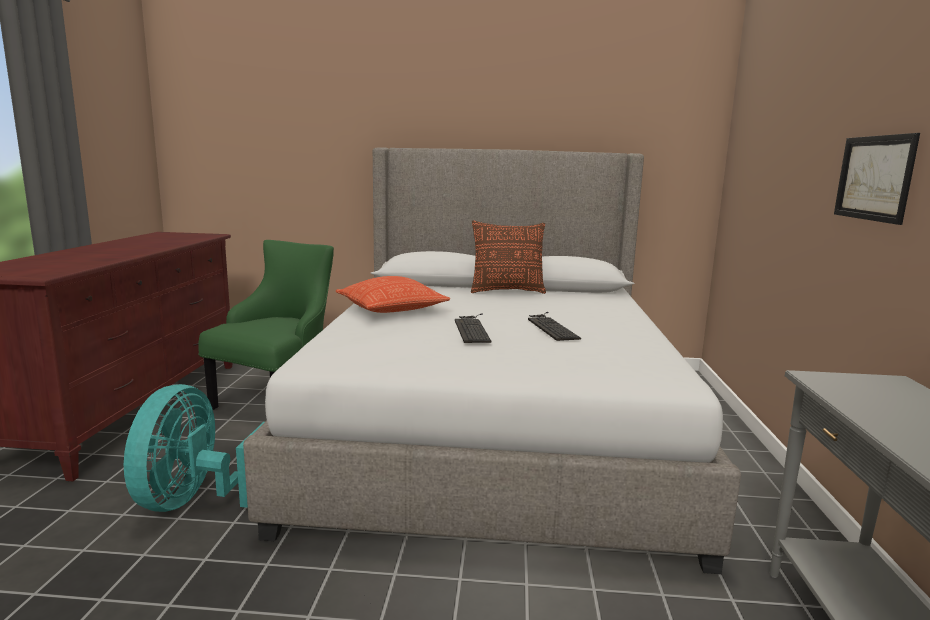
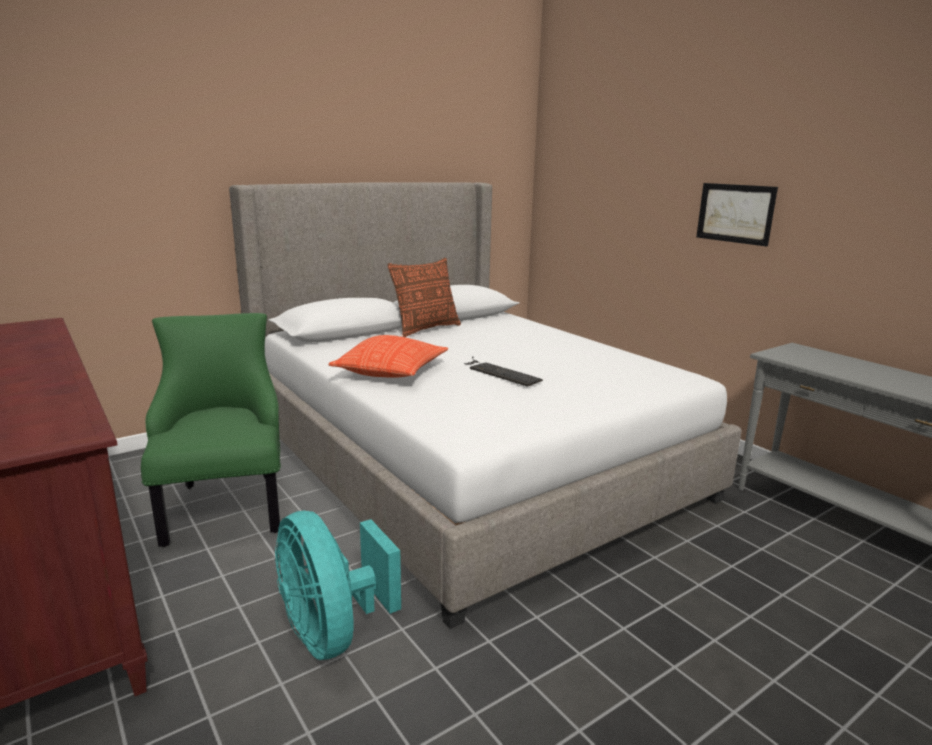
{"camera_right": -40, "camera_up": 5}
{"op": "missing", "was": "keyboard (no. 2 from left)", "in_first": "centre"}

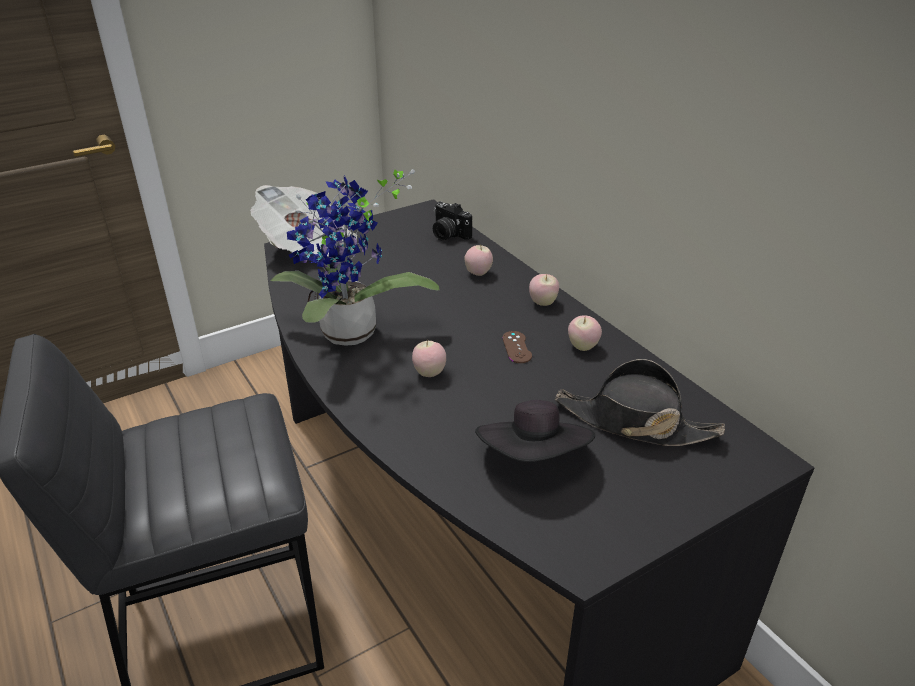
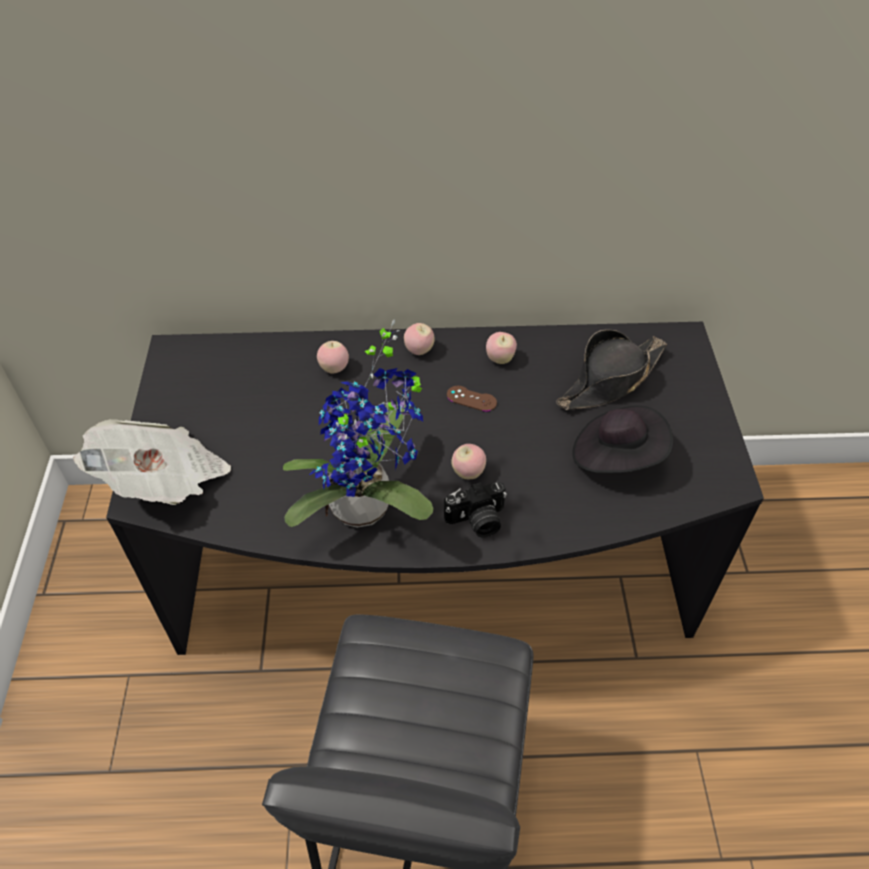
{"camera_right": -60, "camera_up": 15}
{"op": "relocated", "was": "photo camera", "in_first": "top centre", "in_second": "centre"}

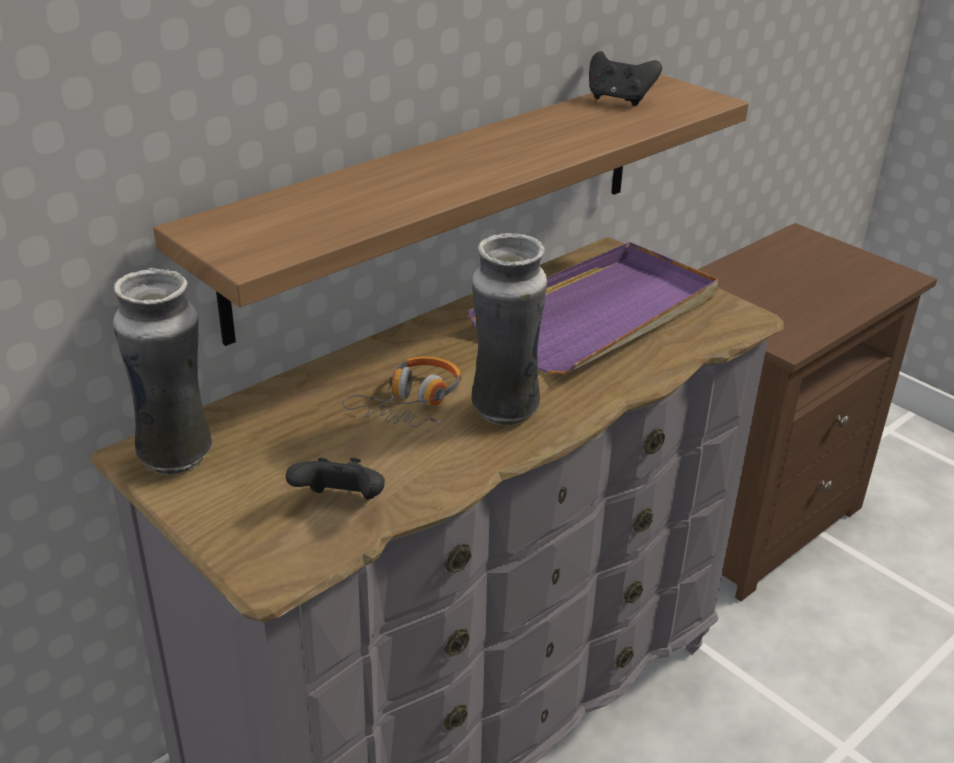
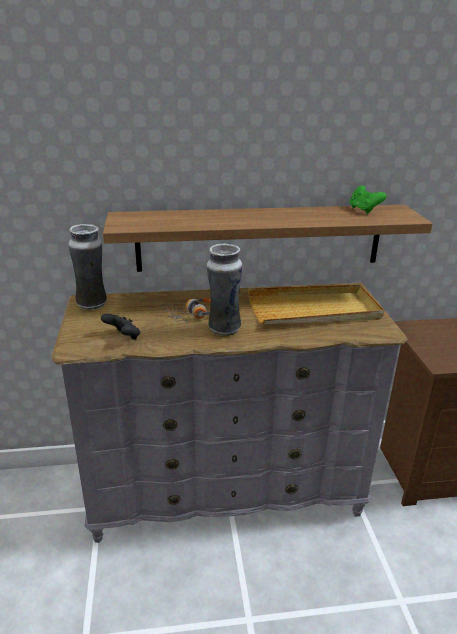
{"camera_right": 35, "camera_up": -5}
{"op": "colour", "was": "purple tray", "now": "beige tray", "in_first": "centre", "in_second": "middle right"}
{"op": "colour", "was": "black game controller (no. 2 from left)", "now": "green game controller", "in_first": "top centre", "in_second": "top right"}

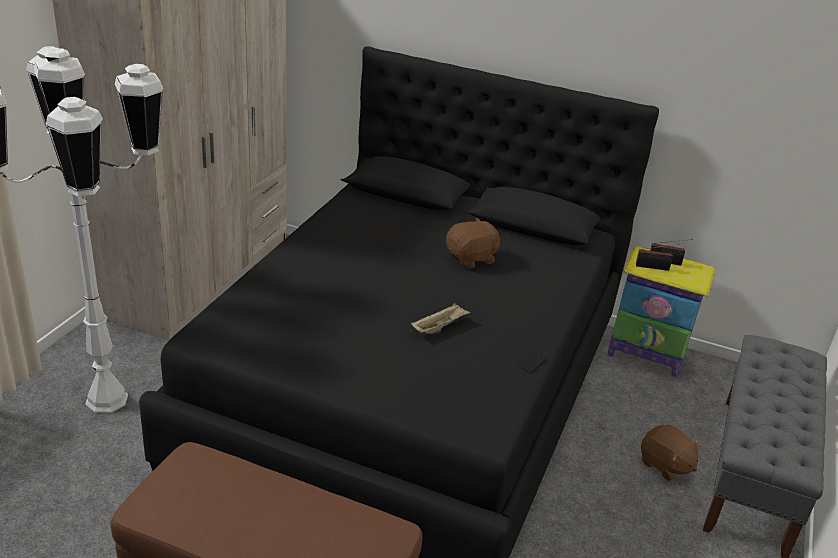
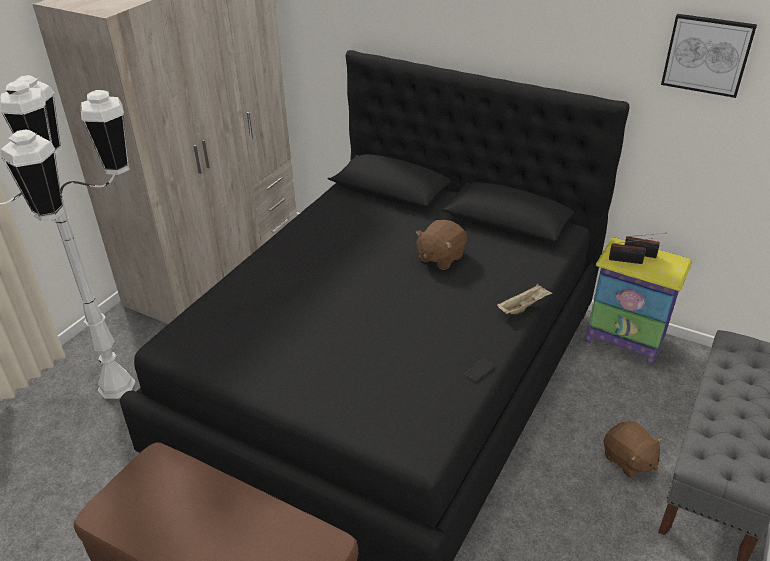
{"camera_right": 10, "camera_up": 5}
{"op": "spun", "was": "brown plush toy (no. 1 from left)", "in_first": "centre", "in_second": "centre", "clockwise": 150}
{"op": "relocated", "was": "beige tray", "in_first": "centre", "in_second": "middle right"}
{"op": "appeared", "now": "picture", "in_second": "top right"}

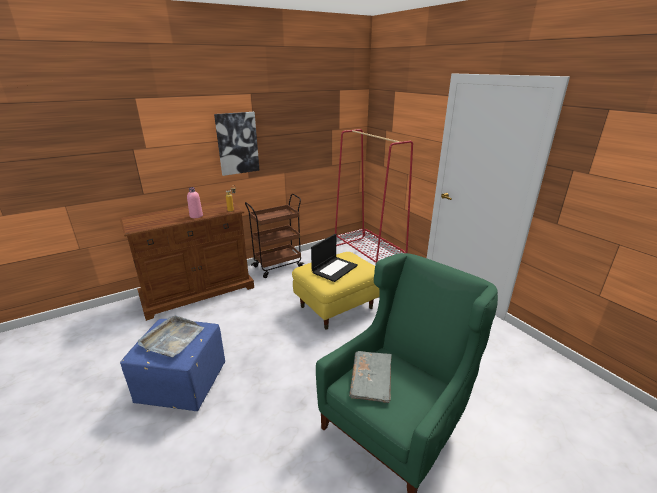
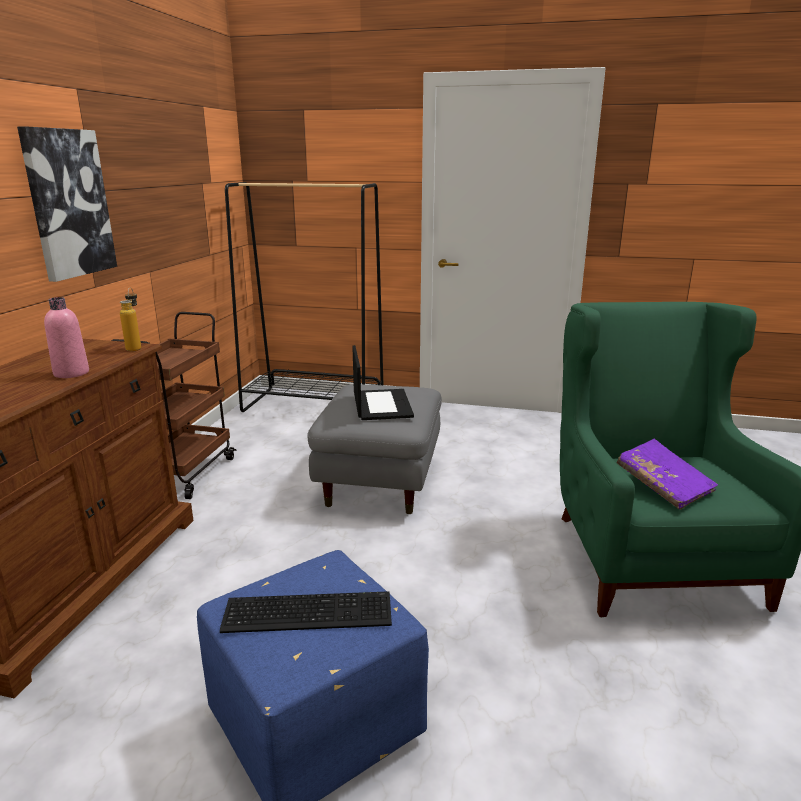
{"camera_right": -45, "camera_up": -5}
{"op": "exchanged", "was": "grey tray", "now": "keyboard", "in_first": "bottom left", "in_second": "bottom centre"}
{"op": "colour", "was": "red clothes rack", "now": "black clothes rack", "in_first": "centre", "in_second": "centre"}
{"op": "colour", "was": "yellow ottoman", "now": "grey ottoman", "in_first": "centre", "in_second": "centre"}
{"op": "colour", "was": "grey book", "now": "purple book", "in_first": "bottom centre", "in_second": "middle right"}

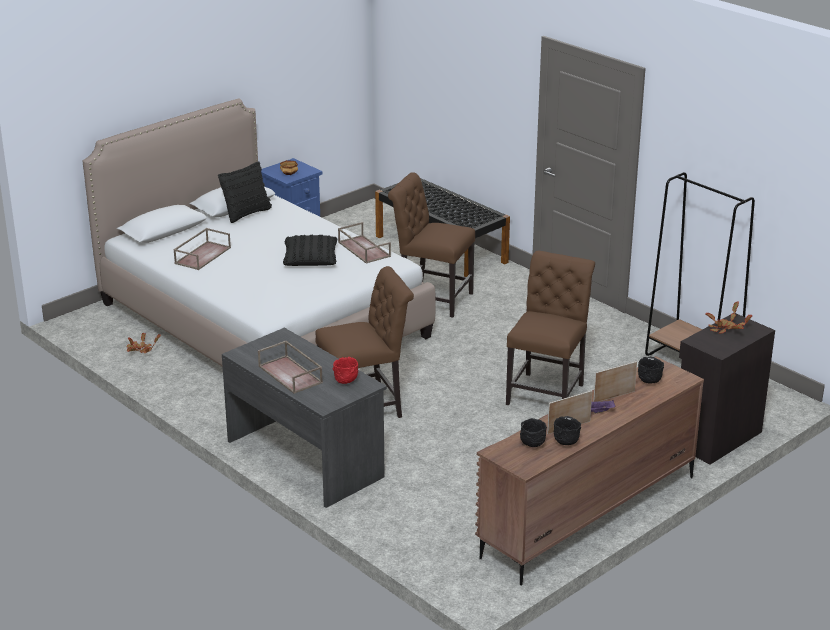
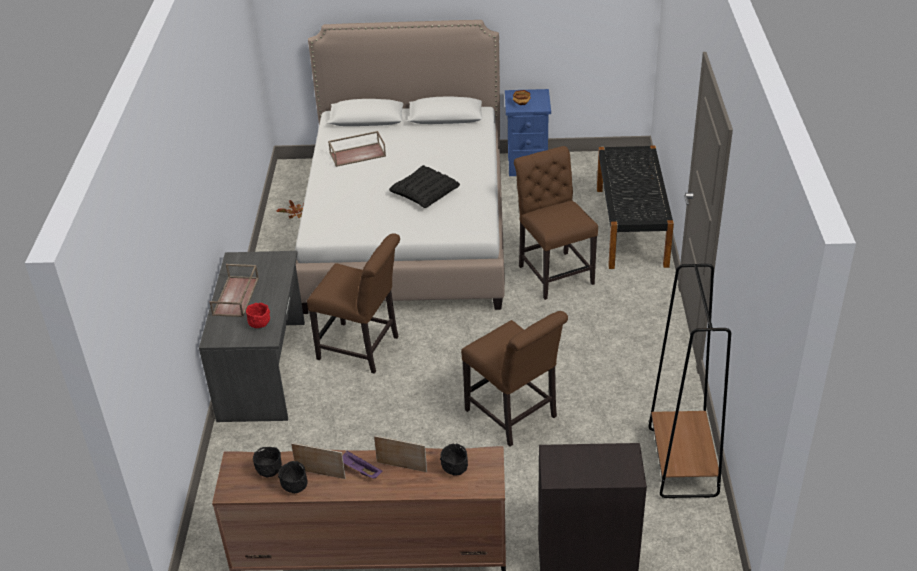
{"camera_right": 45, "camera_up": 10}
{"op": "spun", "was": "brown chair (no. 3 from left in the first image)", "in_first": "centre", "in_second": "centre", "clockwise": 75}
{"op": "missing", "was": "black pillow (no. 1 from left)", "in_first": "top left"}
{"op": "missing", "was": "brown tray (no. 3 from left)", "in_first": "centre"}
{"op": "missing", "was": "potted plant (no. 2 from left)", "in_first": "middle right"}

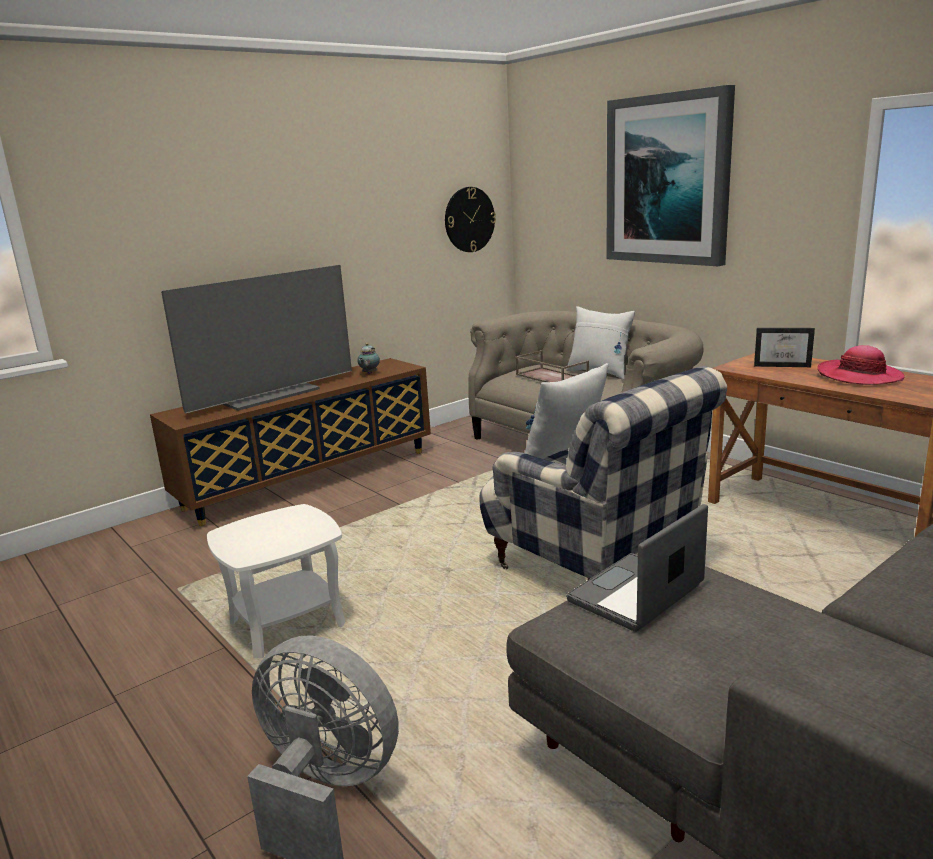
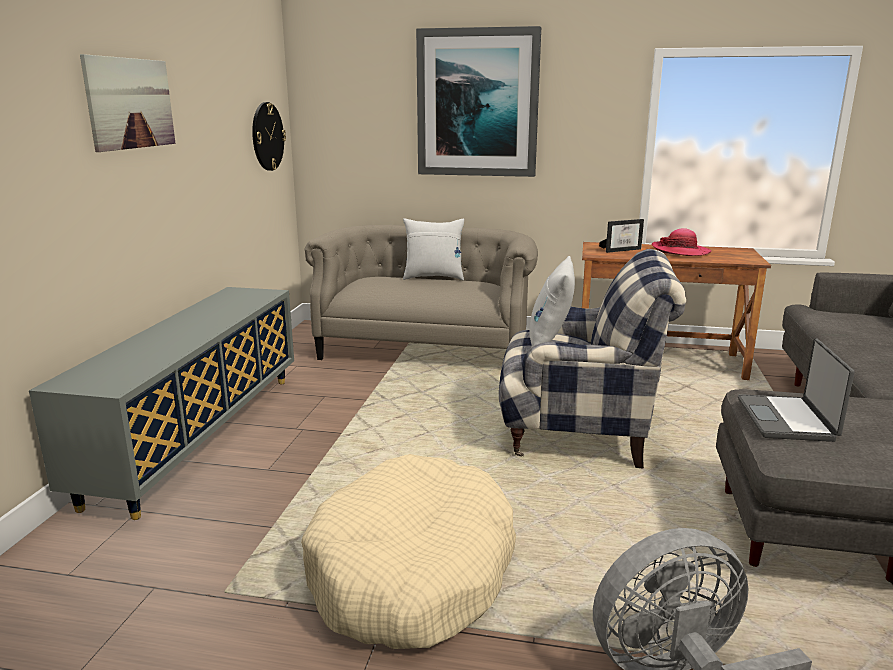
{"camera_right": -40, "camera_up": 0}
{"op": "colour", "was": "brown tv stand", "now": "grey tv stand", "in_first": "middle left", "in_second": "middle left"}
{"op": "appeared", "now": "picture (no. 1 from left)", "in_second": "top left"}
{"op": "exchanged", "was": "white side table", "now": "beige dog bed", "in_first": "bottom left", "in_second": "bottom centre"}
{"op": "missing", "was": "television", "in_first": "middle left"}
{"op": "missing", "was": "teapot", "in_first": "centre"}
{"op": "missing", "was": "brown tray", "in_first": "centre"}

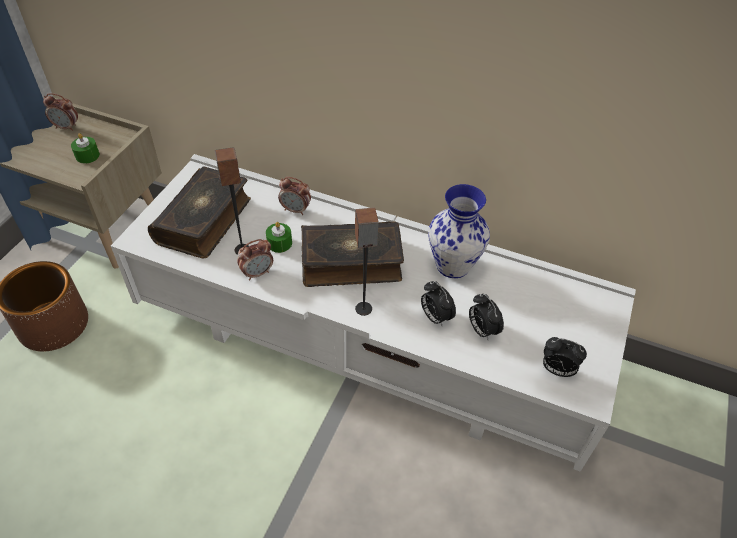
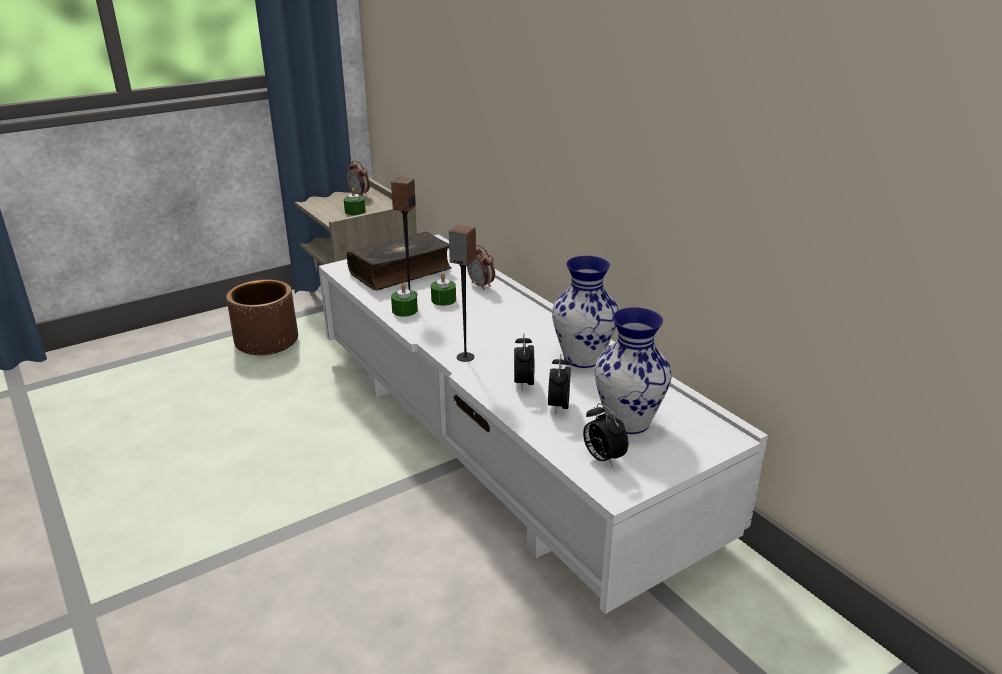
{"camera_right": 35, "camera_up": -20}
{"op": "exchanged", "was": "alarm clock (no. 2 from left)", "now": "green candle (no. 2 from left)", "in_first": "centre", "in_second": "centre"}
{"op": "appeared", "now": "vase (no. 2 from left)", "in_second": "centre"}
{"op": "missing", "was": "book (no. 2 from left)", "in_first": "centre"}

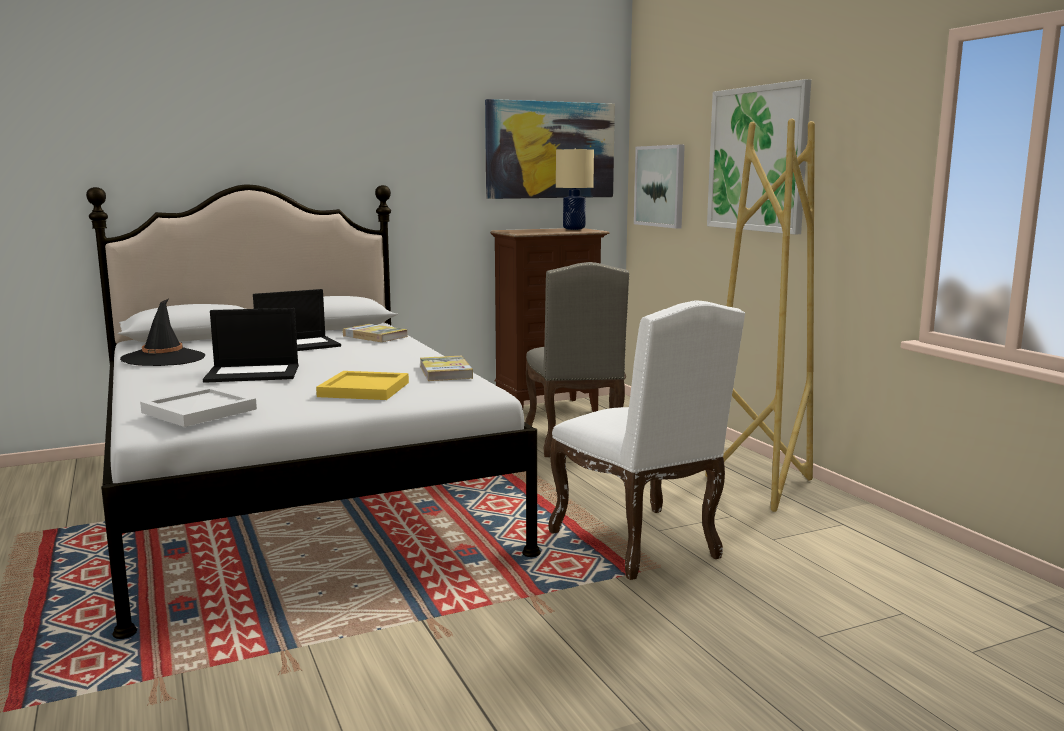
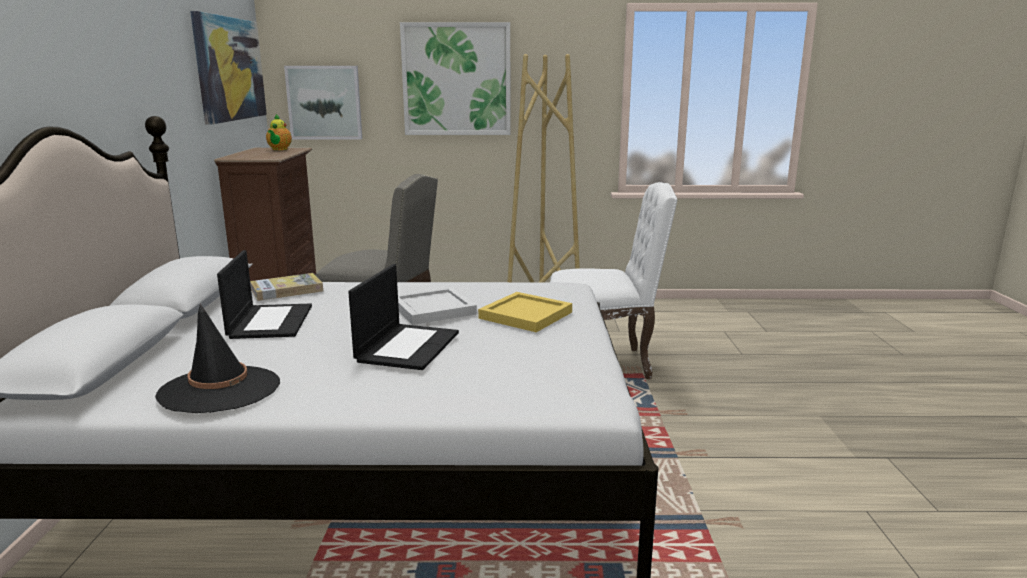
{"camera_right": -65, "camera_up": 5}
{"op": "exchanged", "was": "beige table lamp", "now": "teapot", "in_first": "top centre", "in_second": "top left"}
{"op": "relocated", "was": "white tray", "in_first": "middle left", "in_second": "centre"}
{"op": "missing", "was": "book (no. 2 from left)", "in_first": "centre"}

